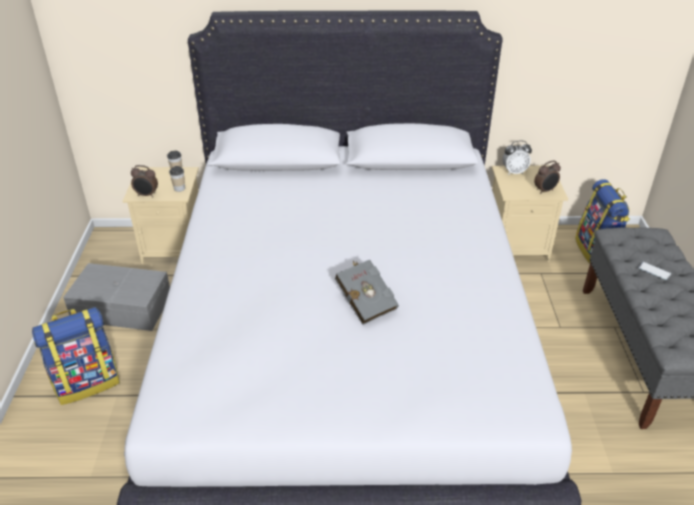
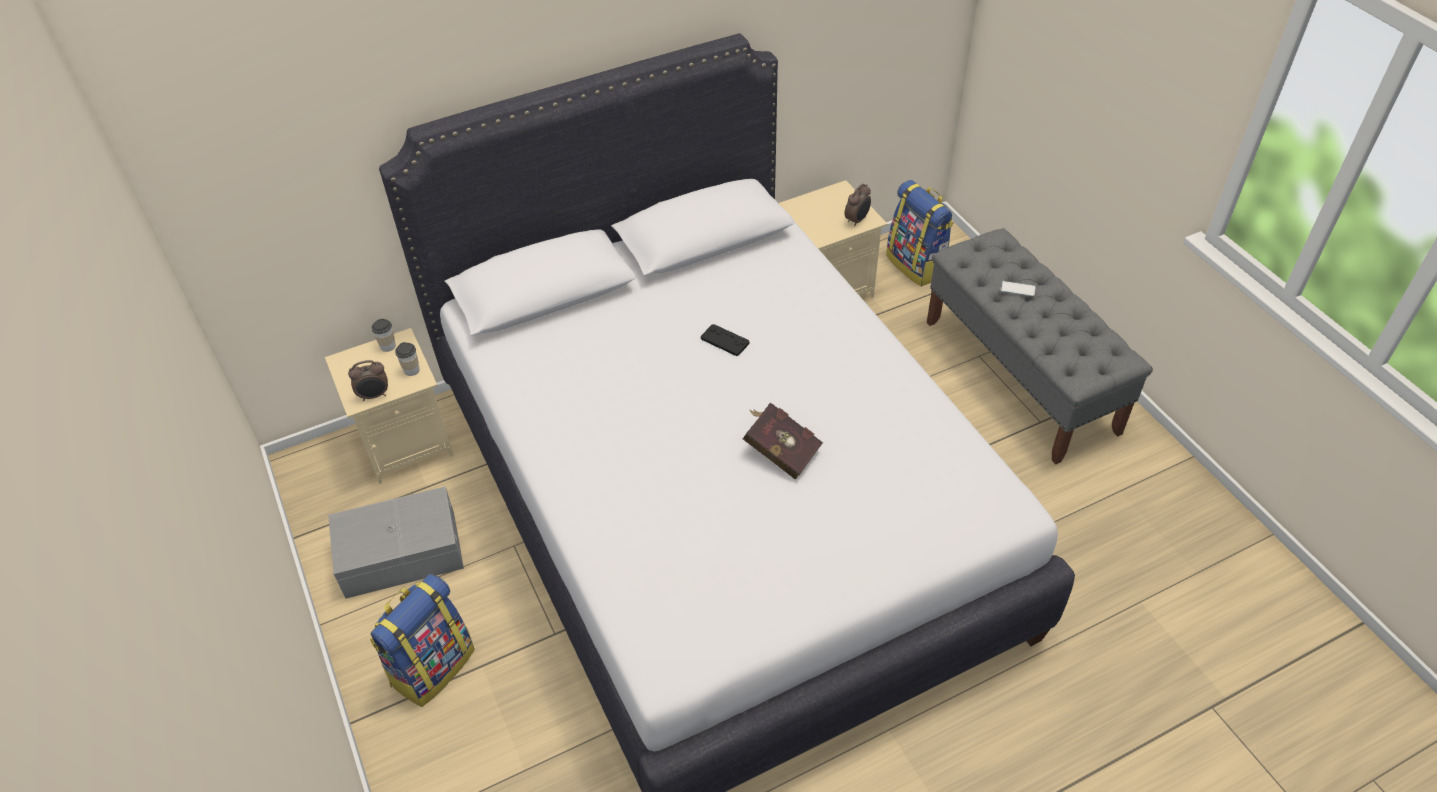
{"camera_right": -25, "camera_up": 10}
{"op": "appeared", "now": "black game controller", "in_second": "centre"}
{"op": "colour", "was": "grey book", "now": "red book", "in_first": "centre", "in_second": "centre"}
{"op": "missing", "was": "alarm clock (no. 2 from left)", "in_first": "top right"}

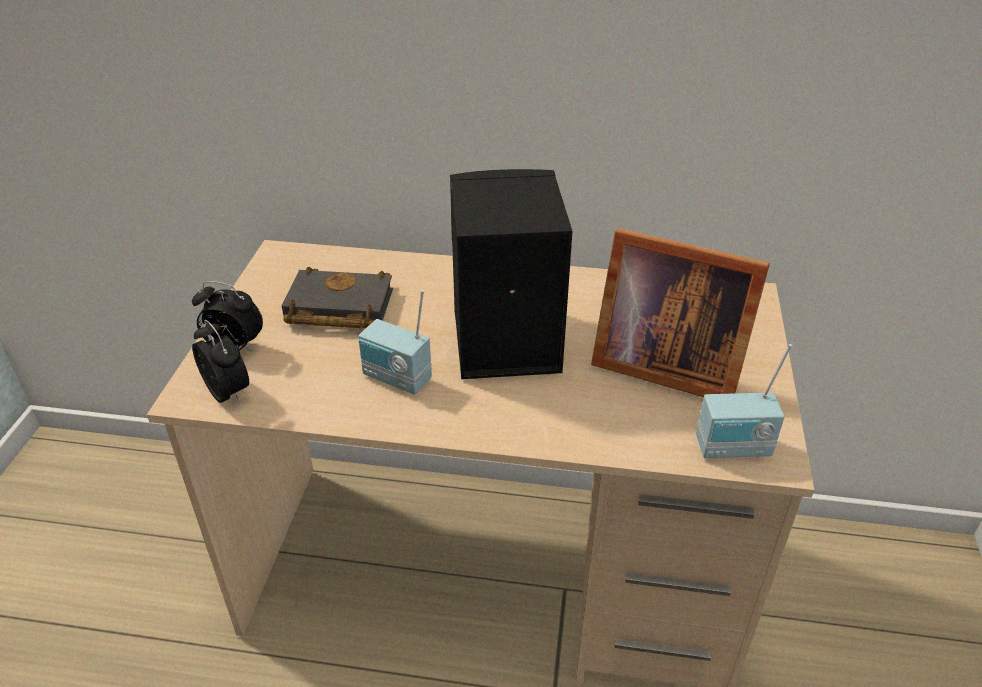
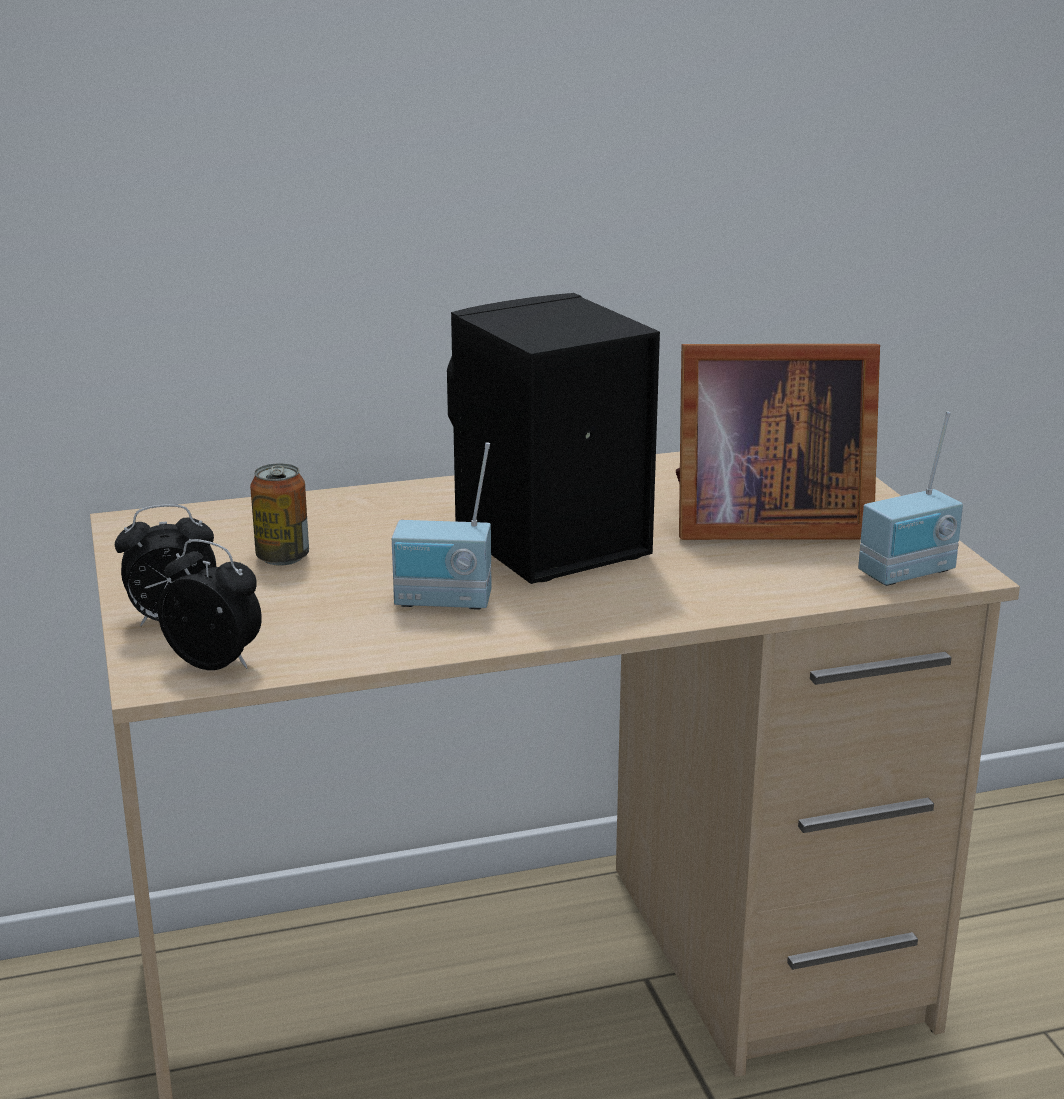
{"camera_right": -25, "camera_up": -15}
{"op": "exchanged", "was": "black book", "now": "can", "in_first": "centre", "in_second": "middle left"}

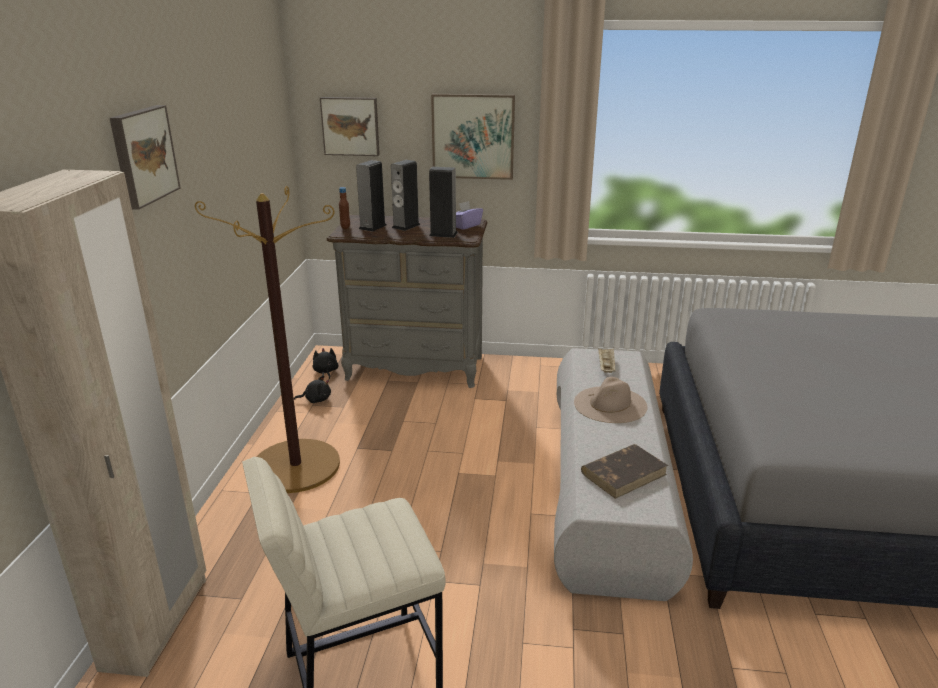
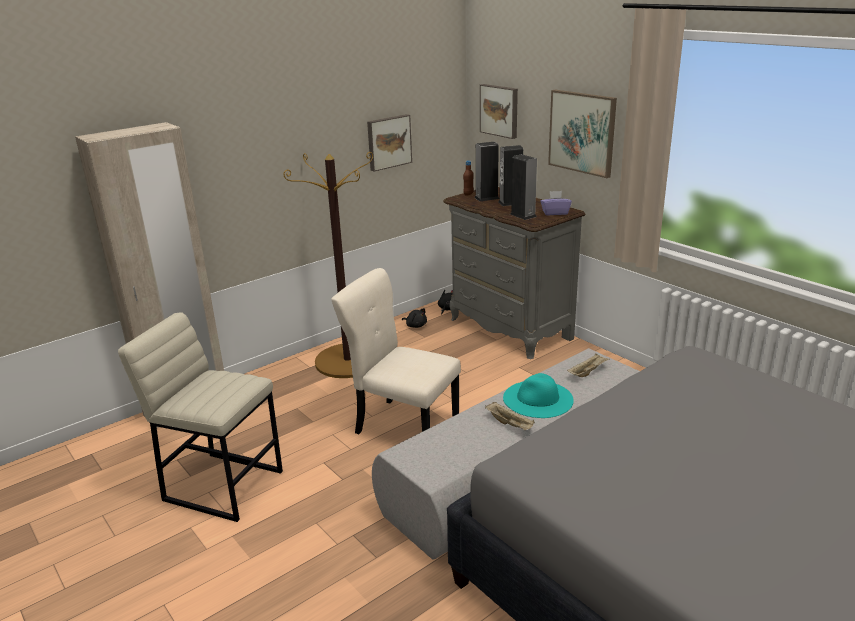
{"camera_right": 45, "camera_up": 0}
{"op": "appeared", "now": "beige chair (no. 2 from left)", "in_second": "centre"}
{"op": "relocated", "was": "picture (no. 1 from left)", "in_first": "top left", "in_second": "top centre"}
{"op": "appeared", "now": "beige tray (no. 1 from left)", "in_second": "bottom centre"}
{"op": "colour", "was": "beige hat", "now": "turquoise hat", "in_first": "centre", "in_second": "centre"}
{"op": "missing", "was": "brown book", "in_first": "bottom centre"}

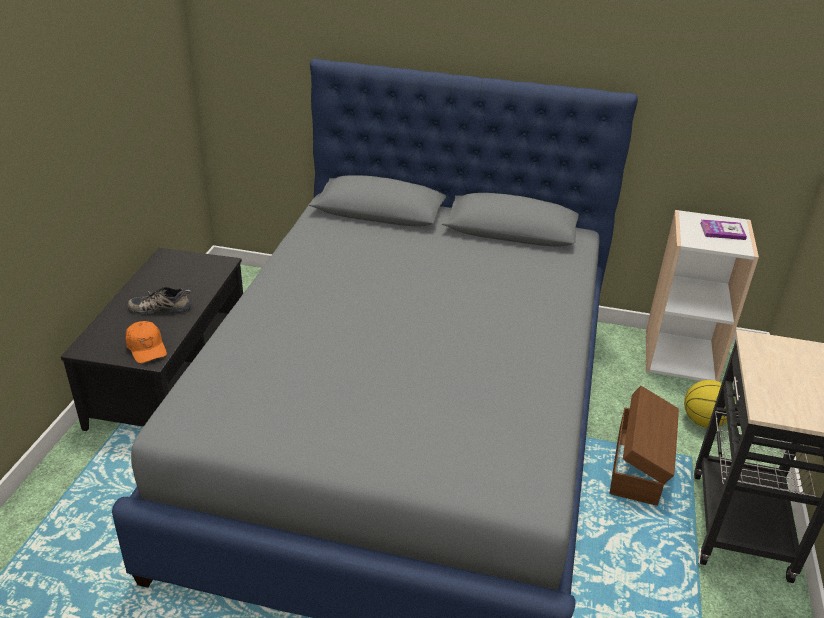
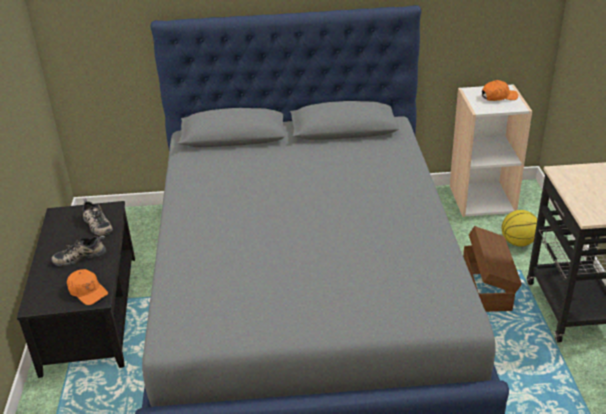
{"camera_right": -15, "camera_up": 0}
{"op": "appeared", "now": "shoe (no. 2 from left)", "in_second": "middle left"}
{"op": "exchanged", "was": "book", "now": "orange cap (no. 2 from left)", "in_first": "middle right", "in_second": "top right"}

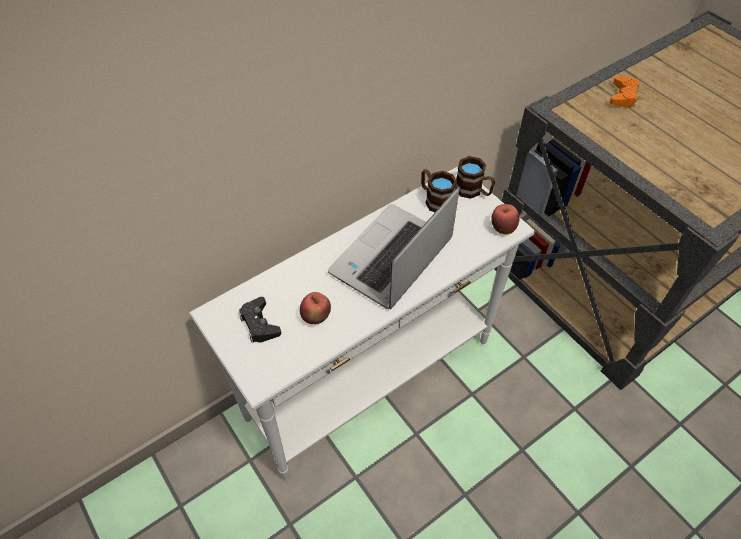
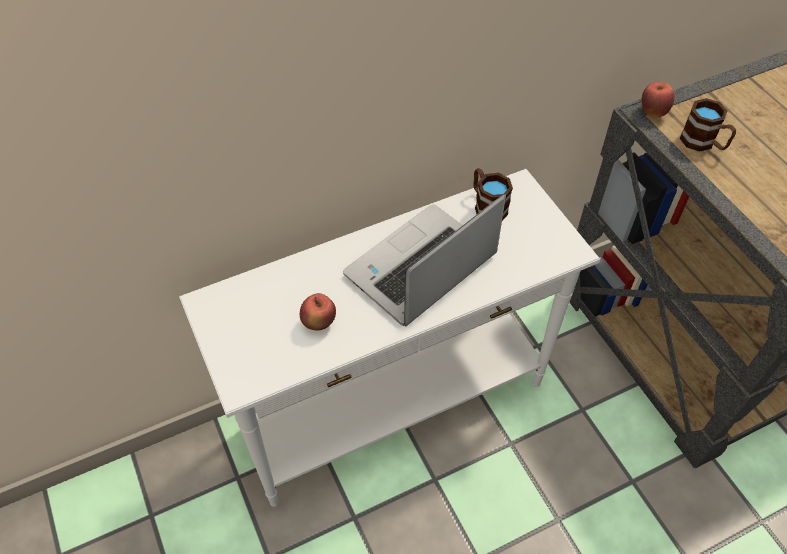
{"camera_right": 10, "camera_up": 0}
{"op": "relocated", "was": "apple (no. 2 from left)", "in_first": "middle right", "in_second": "top right"}
{"op": "relocated", "was": "brown mug (no. 2 from left)", "in_first": "top centre", "in_second": "top right"}
{"op": "missing", "was": "black game controller", "in_first": "centre"}
{"op": "missing", "was": "orange game controller", "in_first": "top right"}

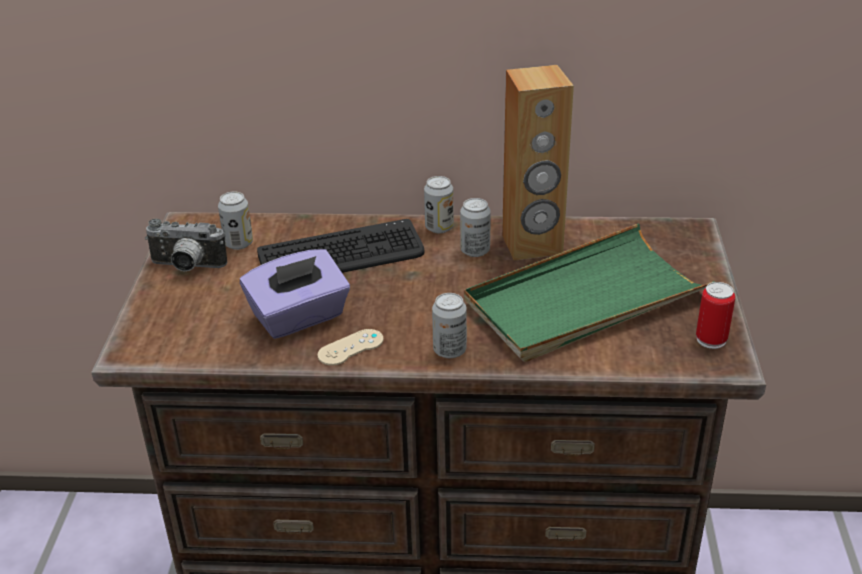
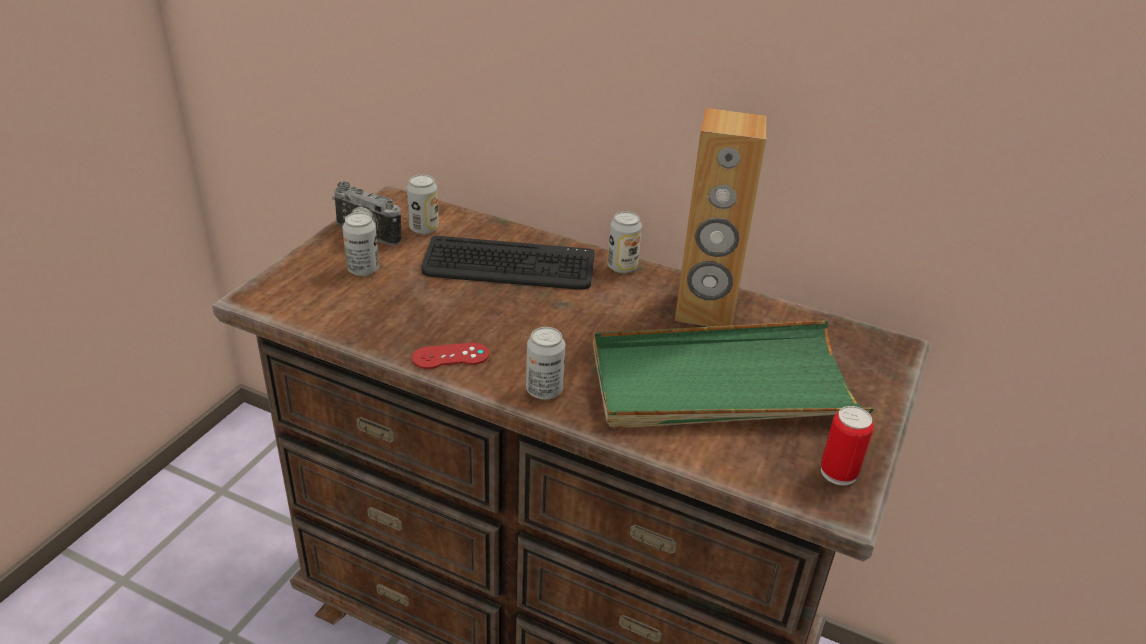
{"camera_right": 20, "camera_up": 0}
{"op": "relocated", "was": "can (no. 4 from left in the first image)", "now": "can (no. 1 from left)", "in_first": "centre", "in_second": "middle left"}
{"op": "colour", "was": "beige game controller", "now": "red game controller", "in_first": "centre", "in_second": "centre"}
{"op": "missing", "was": "purple tissue box", "in_first": "centre"}

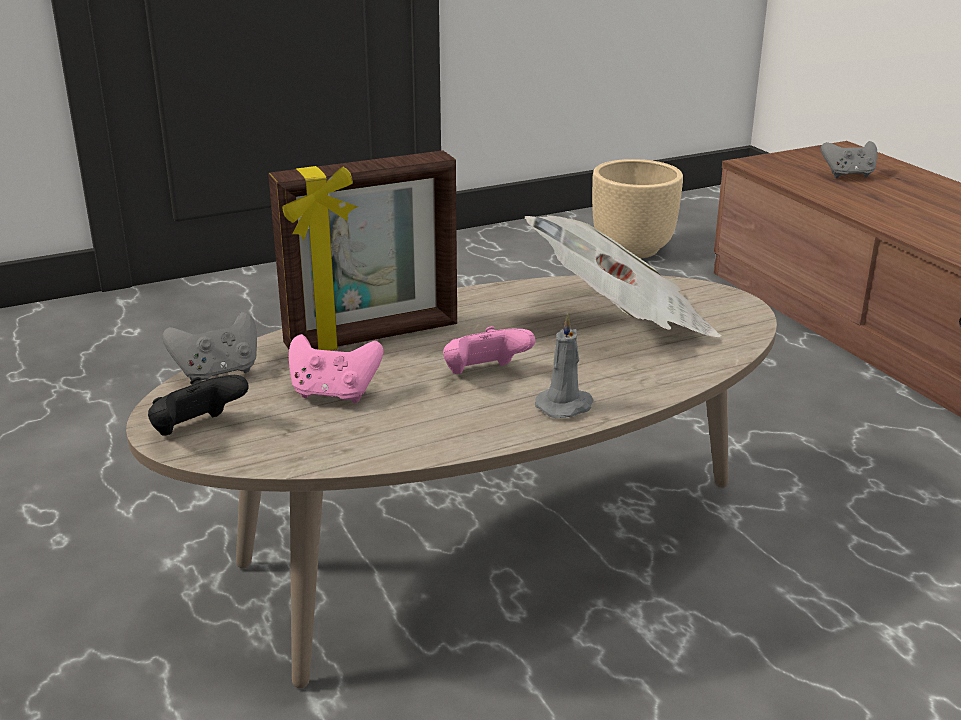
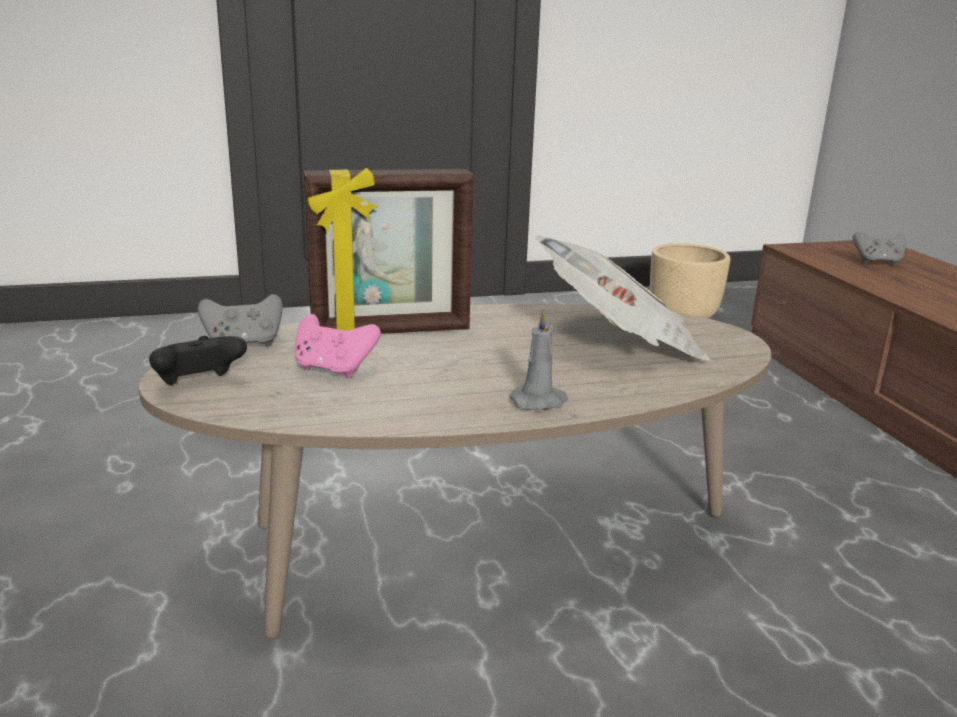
{"camera_right": 10, "camera_up": -5}
{"op": "missing", "was": "pink game controller (no. 2 from left)", "in_first": "centre"}

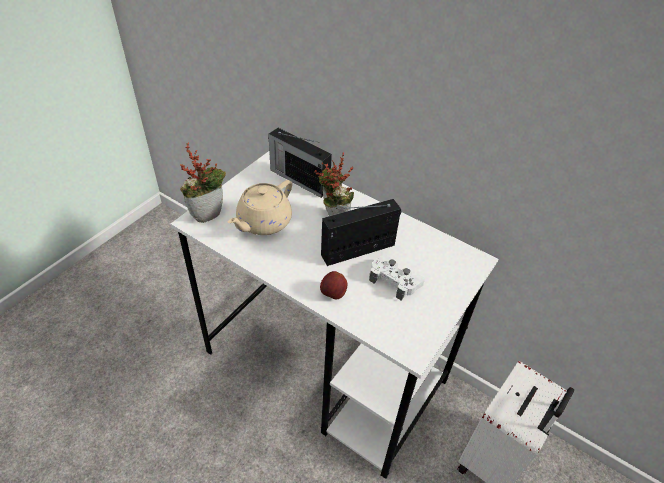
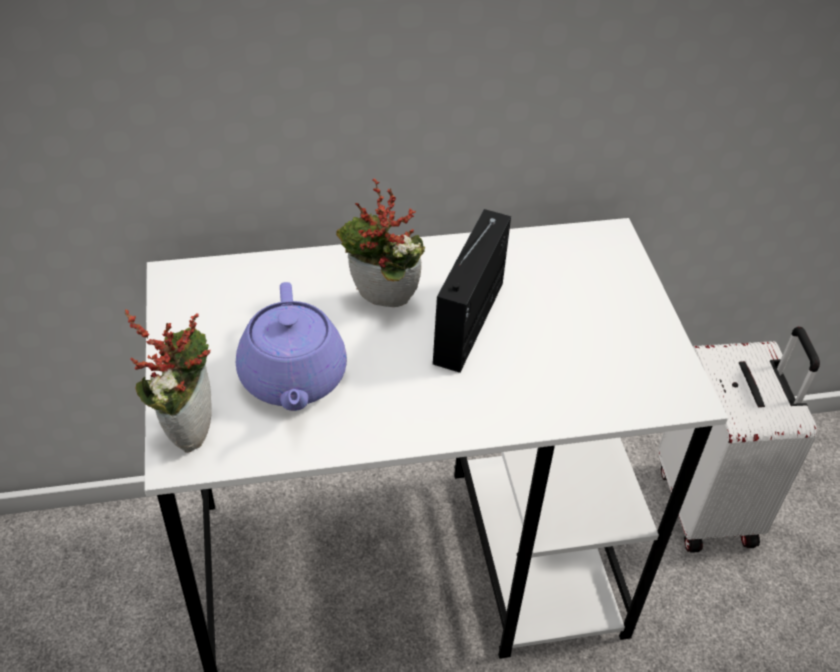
{"camera_right": -45, "camera_up": 0}
{"op": "colour", "was": "beige teapot", "now": "purple teapot", "in_first": "centre", "in_second": "centre"}
{"op": "missing", "was": "radio (no. 1 from left)", "in_first": "centre"}
{"op": "missing", "was": "apple", "in_first": "centre"}
{"op": "missing", "was": "white game controller", "in_first": "centre"}

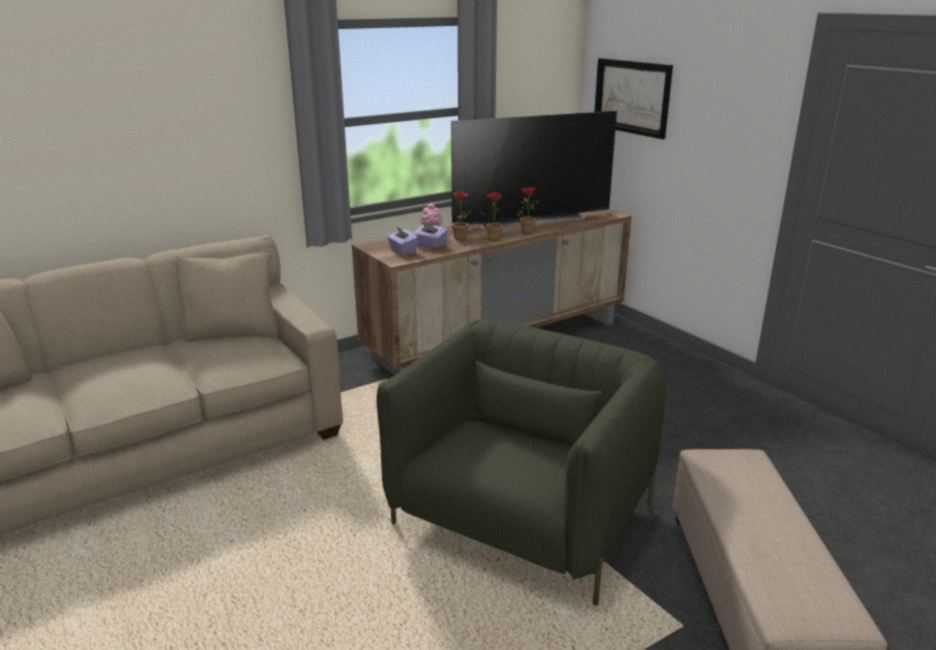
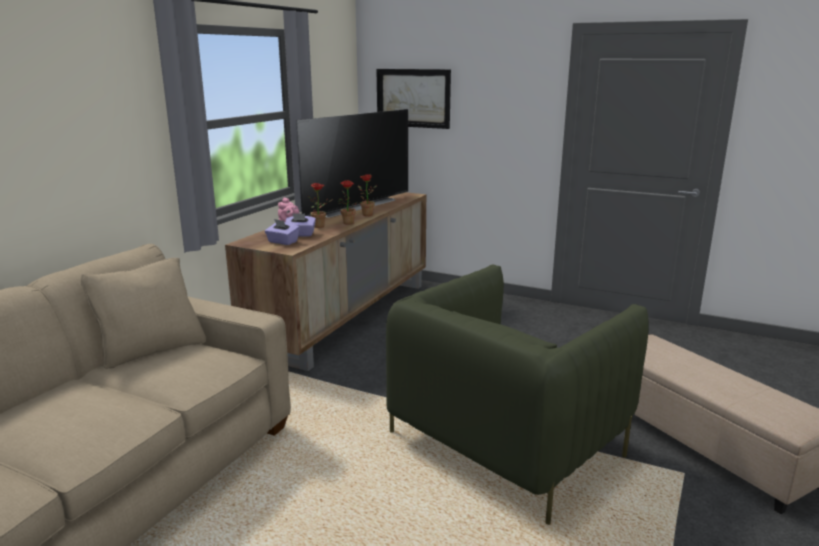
{"camera_right": -30, "camera_up": -5}
{"op": "spun", "was": "green armchair", "in_first": "bottom centre", "in_second": "bottom centre", "clockwise": -135}

